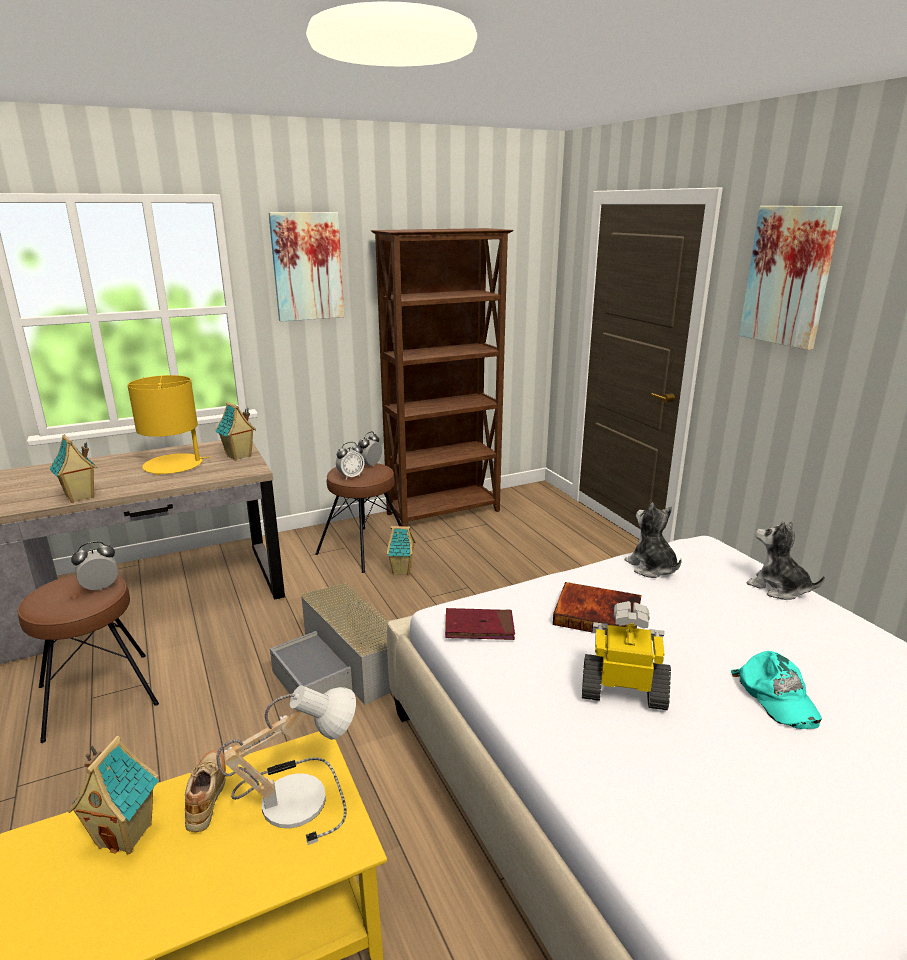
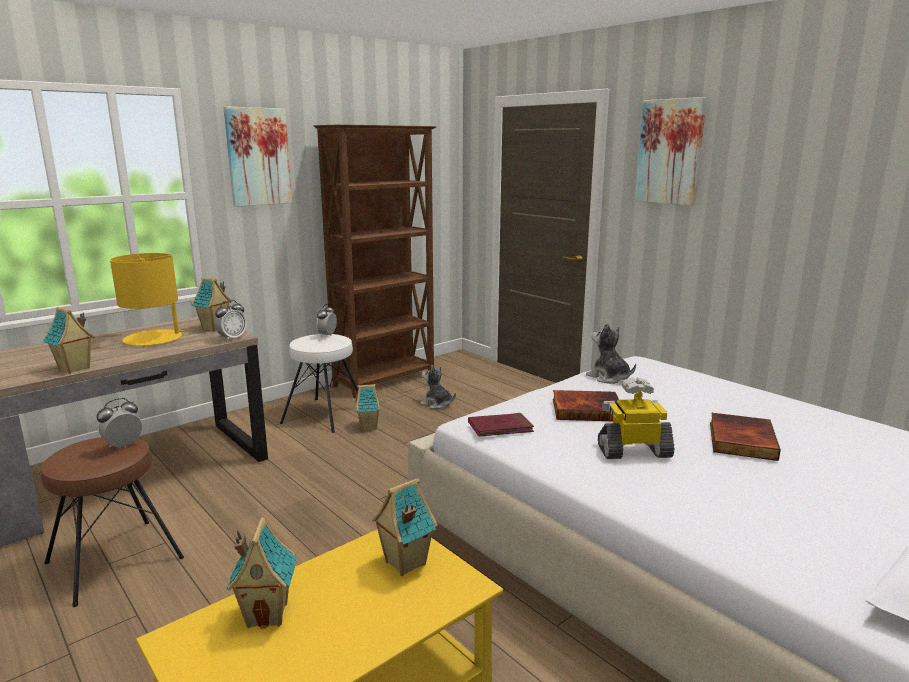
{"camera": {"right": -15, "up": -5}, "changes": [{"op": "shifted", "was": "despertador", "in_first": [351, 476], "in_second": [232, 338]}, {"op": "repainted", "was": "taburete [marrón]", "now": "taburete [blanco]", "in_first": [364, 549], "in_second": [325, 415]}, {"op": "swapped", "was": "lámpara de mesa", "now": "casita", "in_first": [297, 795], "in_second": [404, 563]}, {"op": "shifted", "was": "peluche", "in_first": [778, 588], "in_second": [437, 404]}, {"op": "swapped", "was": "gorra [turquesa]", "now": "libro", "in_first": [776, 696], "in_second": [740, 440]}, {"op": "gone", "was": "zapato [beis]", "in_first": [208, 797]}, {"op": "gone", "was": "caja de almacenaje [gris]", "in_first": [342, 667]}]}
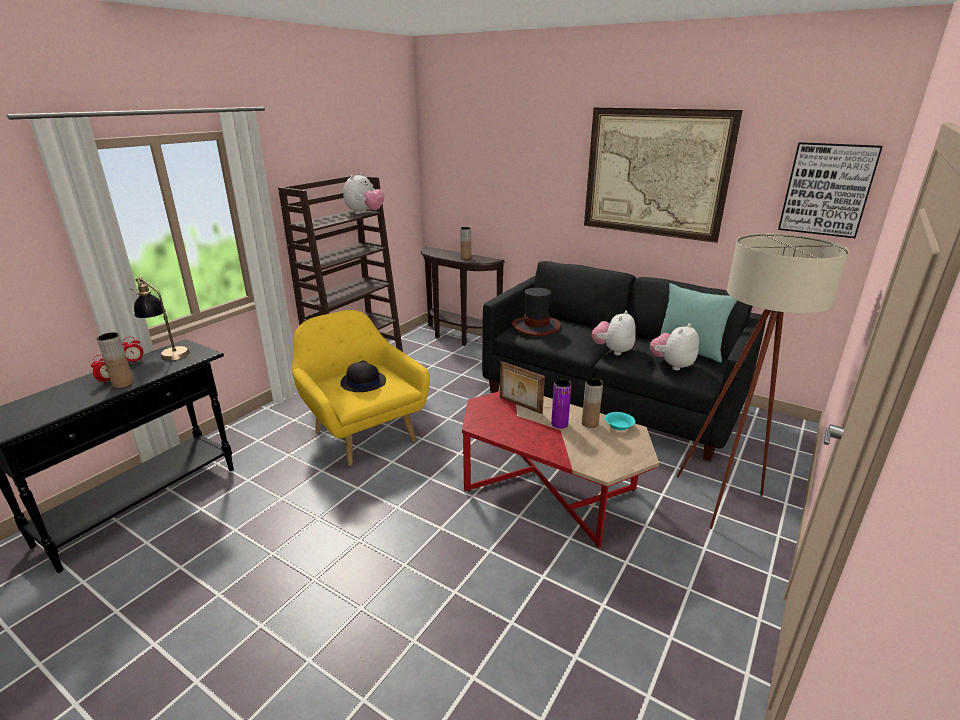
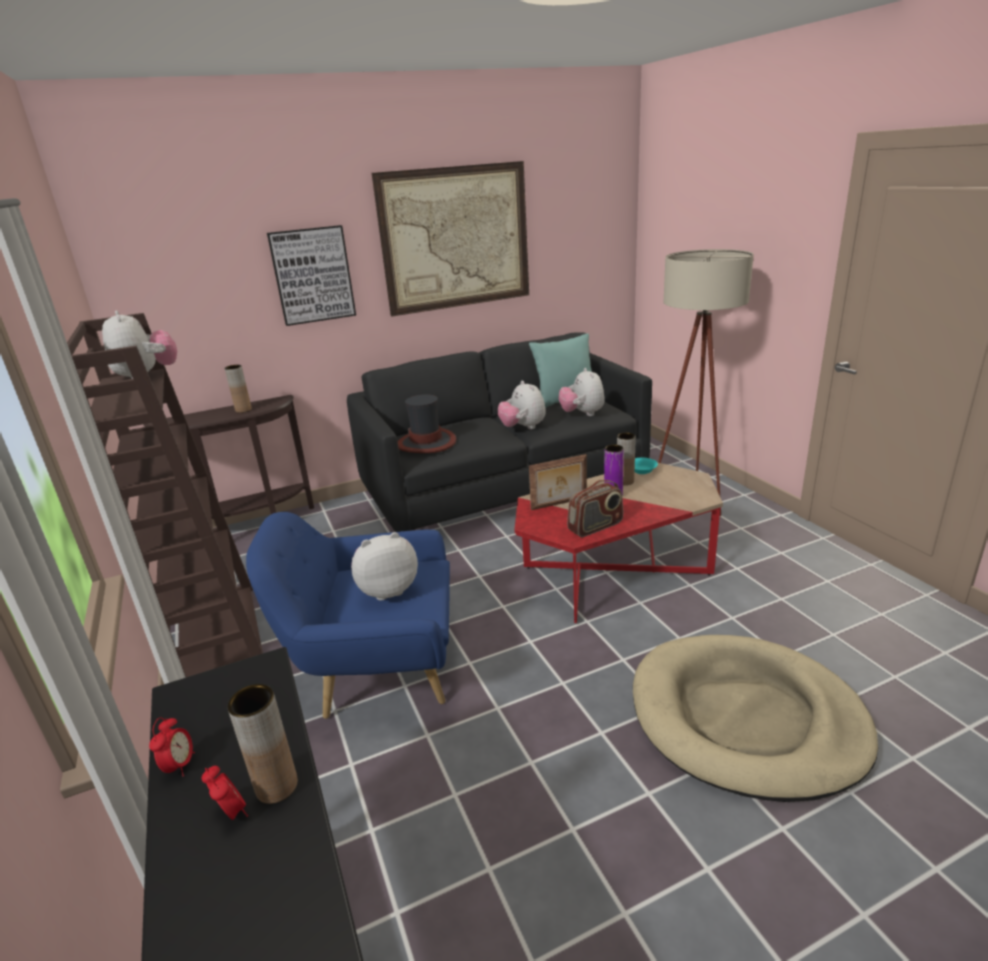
{"camera": {"right": -55, "up": 0}, "changes": [{"op": "repainted", "was": "sillón [amarillo]", "now": "sillón [azul]", "in_first": [363, 432], "in_second": [378, 670]}, {"op": "shifted", "was": "cuadro", "in_first": [827, 189], "in_second": [312, 275]}, {"op": "swapped", "was": "sombrero [negro]", "now": "peluche", "in_first": [363, 382], "in_second": [387, 590]}, {"op": "new", "now": "radio", "in_second": [595, 527]}, {"op": "new", "now": "cama para perro [beis]", "in_second": [746, 719]}, {"op": "gone", "was": "lámpara de mesa", "in_first": [167, 352]}]}
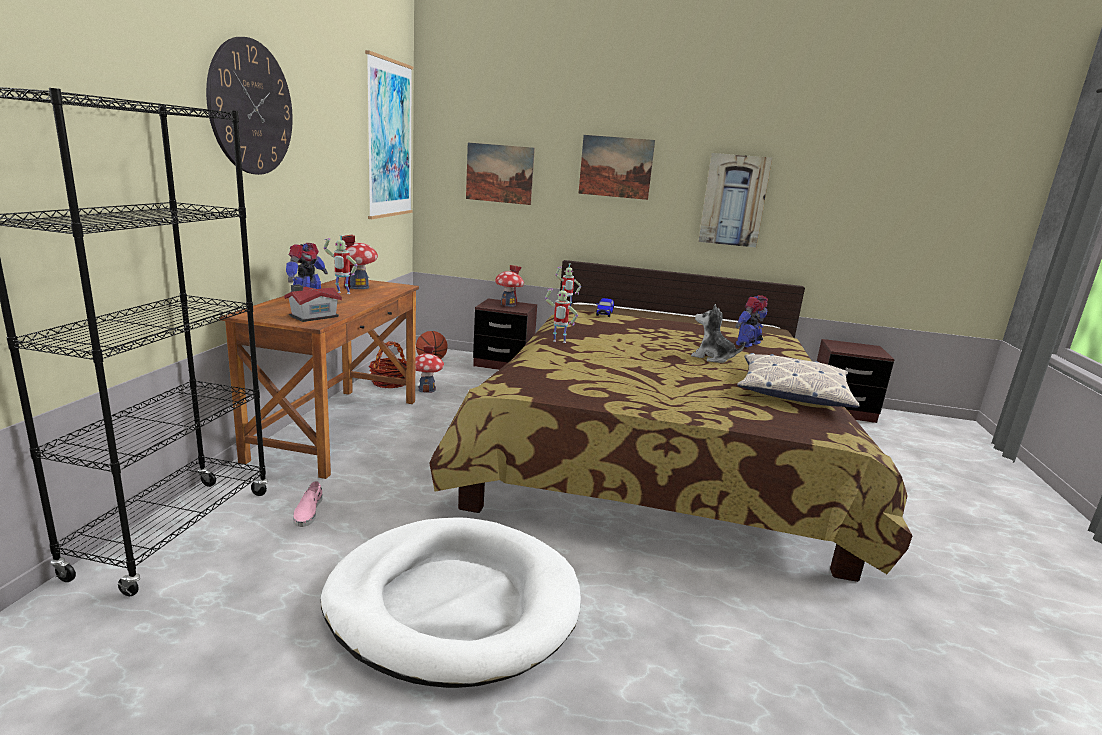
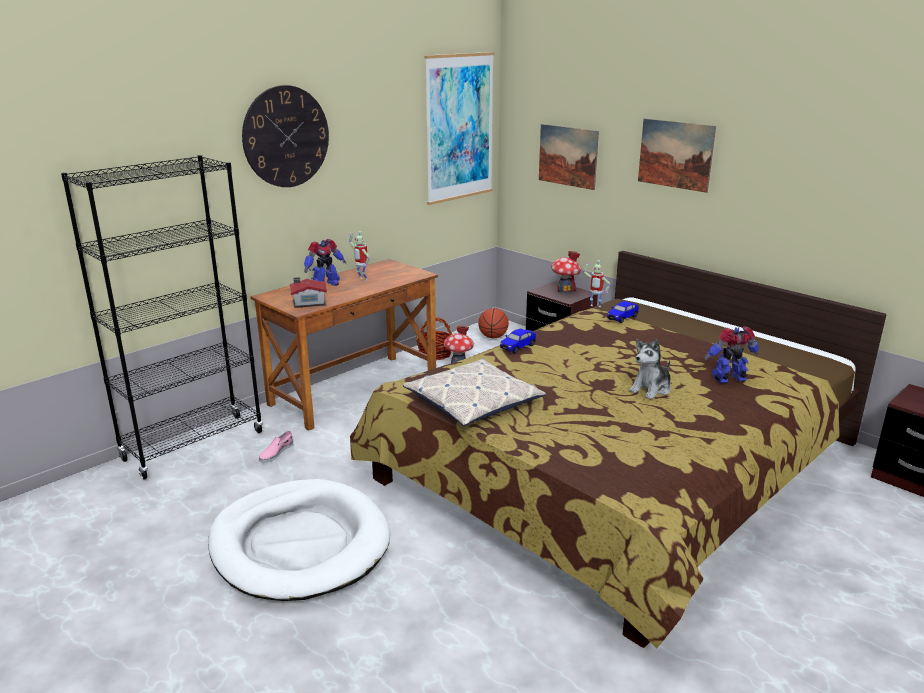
{"camera": {"right": 35, "up": 5}, "changes": [{"op": "shifted", "was": "cojín", "in_first": [792, 392], "in_second": [473, 402]}, {"op": "swapped", "was": "robot de juguete", "now": "coche de juguete", "in_first": [558, 342], "in_second": [517, 347]}, {"op": "rotated", "was": "peluche", "in_first": [712, 357], "in_second": [651, 389], "clockwise": -105}, {"op": "gone", "was": "casita", "in_first": [358, 287]}, {"op": "gone", "was": "cuadro", "in_first": [733, 200]}]}
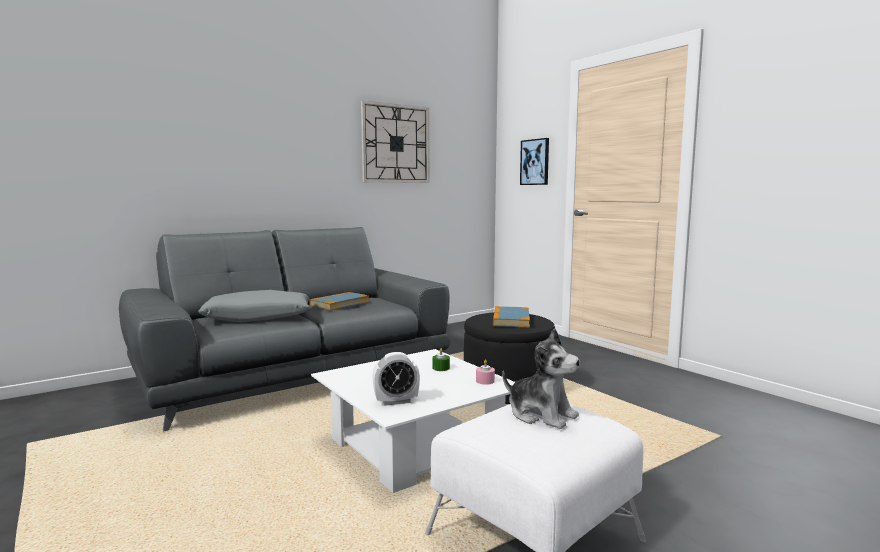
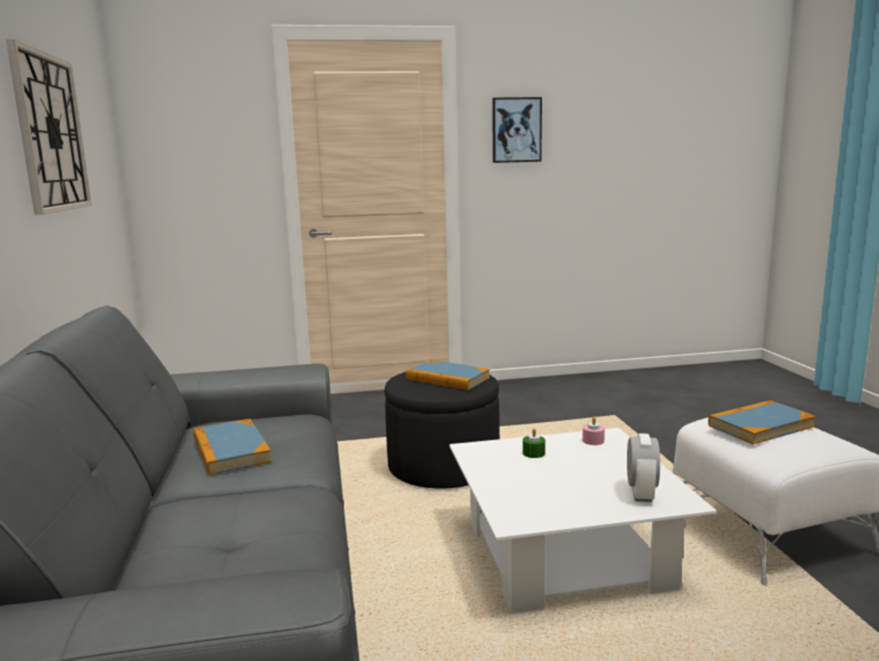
{"camera": {"right": -65, "up": 5}, "changes": [{"op": "shifted", "was": "cuadro", "in_first": [535, 162], "in_second": [516, 130]}, {"op": "swapped", "was": "peluche", "now": "libro", "in_first": [541, 414], "in_second": [760, 426]}, {"op": "gone", "was": "cojín [gris]", "in_first": [258, 317]}]}
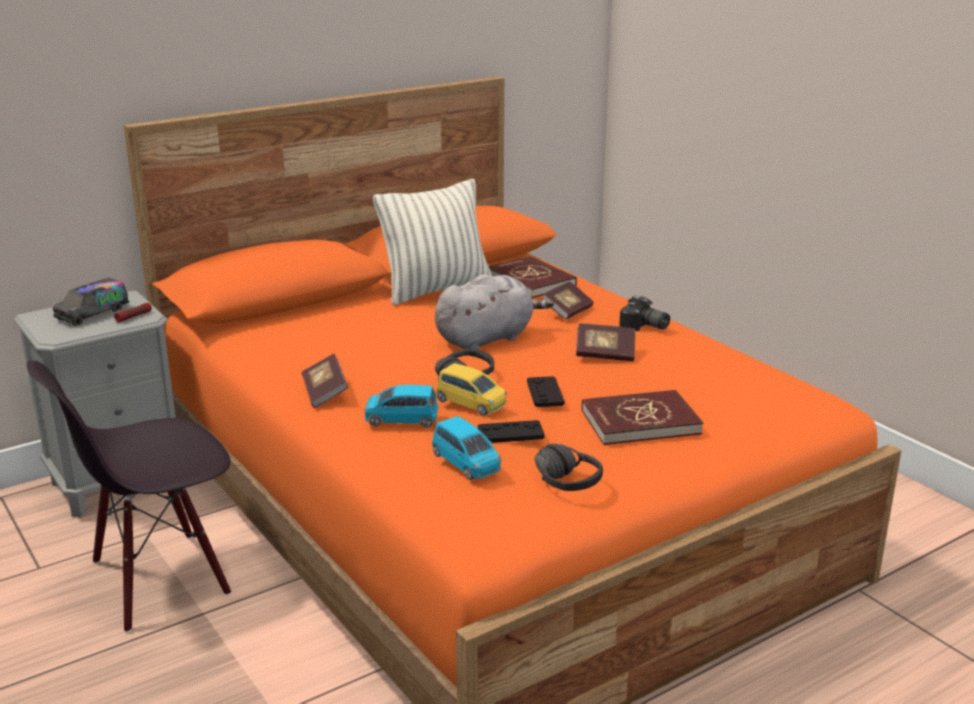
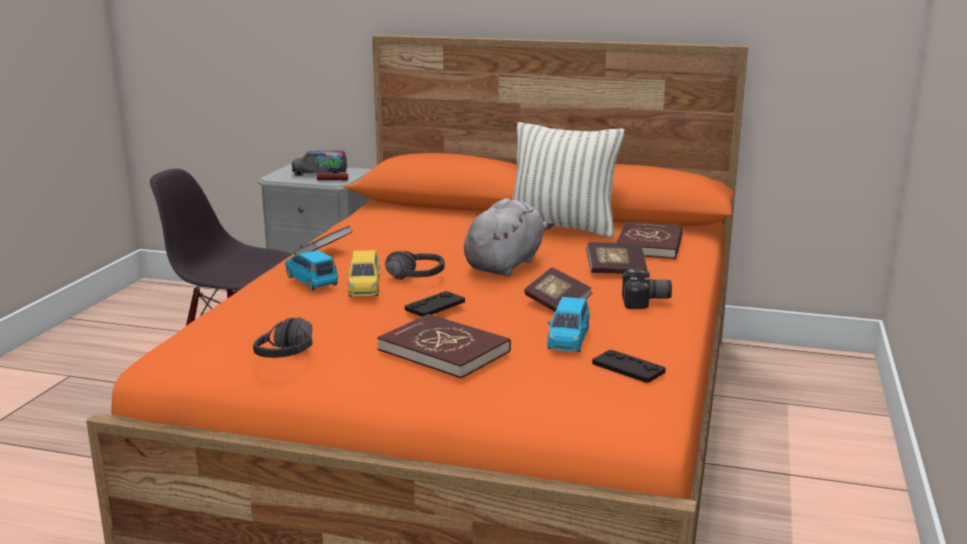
{"camera": {"right": 50, "up": -5}, "changes": [{"op": "rotated", "was": "peluche [gris]", "in_first": [487, 338], "in_second": [505, 264], "clockwise": -75}, {"op": "shifted", "was": "coche de juguete [azul]", "in_first": [466, 463], "in_second": [568, 339]}, {"op": "shifted", "was": "mando de consola [negro]", "in_first": [510, 433], "in_second": [628, 368]}, {"op": "rotated", "was": "cámara", "in_first": [644, 327], "in_second": [646, 302], "clockwise": -90}]}
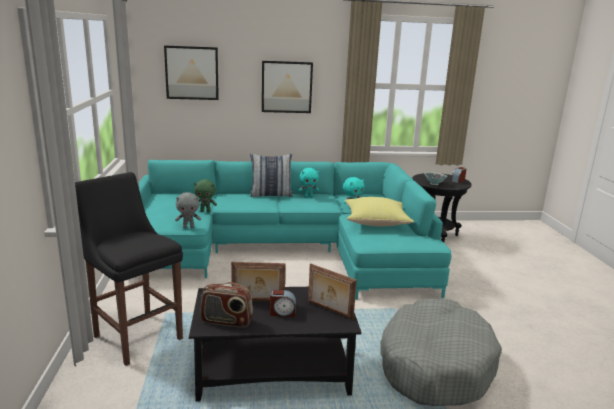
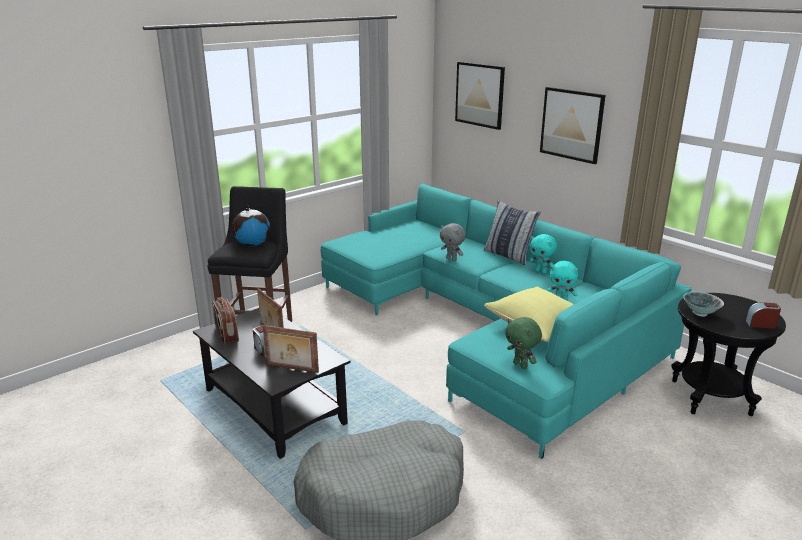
{"camera": {"right": 55, "up": 5}, "changes": [{"op": "new", "now": "globo terráqueo", "in_second": [252, 244]}, {"op": "rotated", "was": "portarretratos", "in_first": [329, 310], "in_second": [292, 369], "clockwise": -75}, {"op": "shifted", "was": "peluche [gris]", "in_first": [188, 227], "in_second": [452, 259]}, {"op": "shifted", "was": "peluche [verde]", "in_first": [205, 211], "in_second": [521, 365]}]}
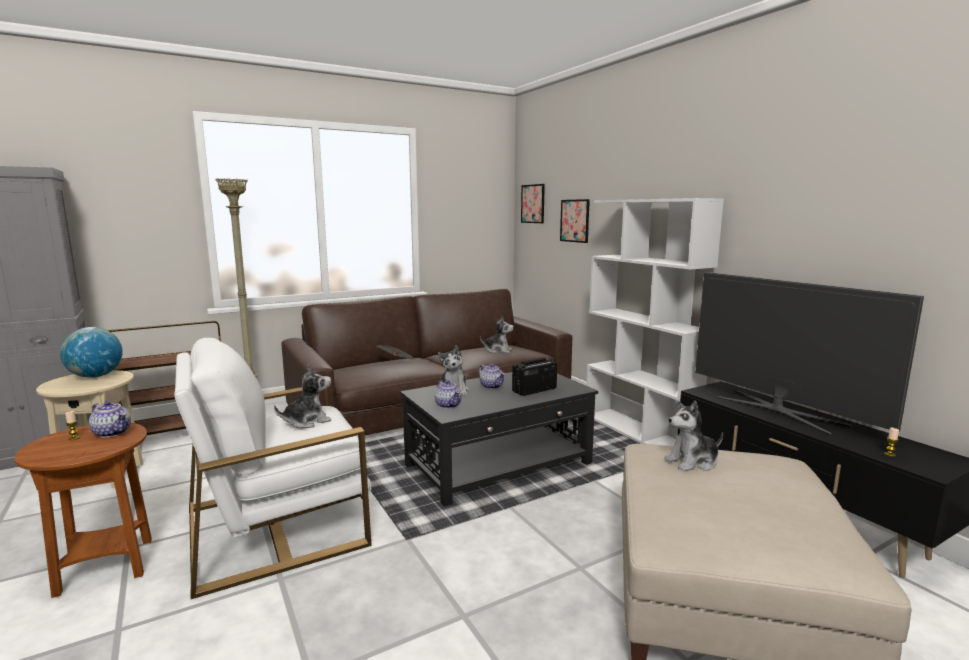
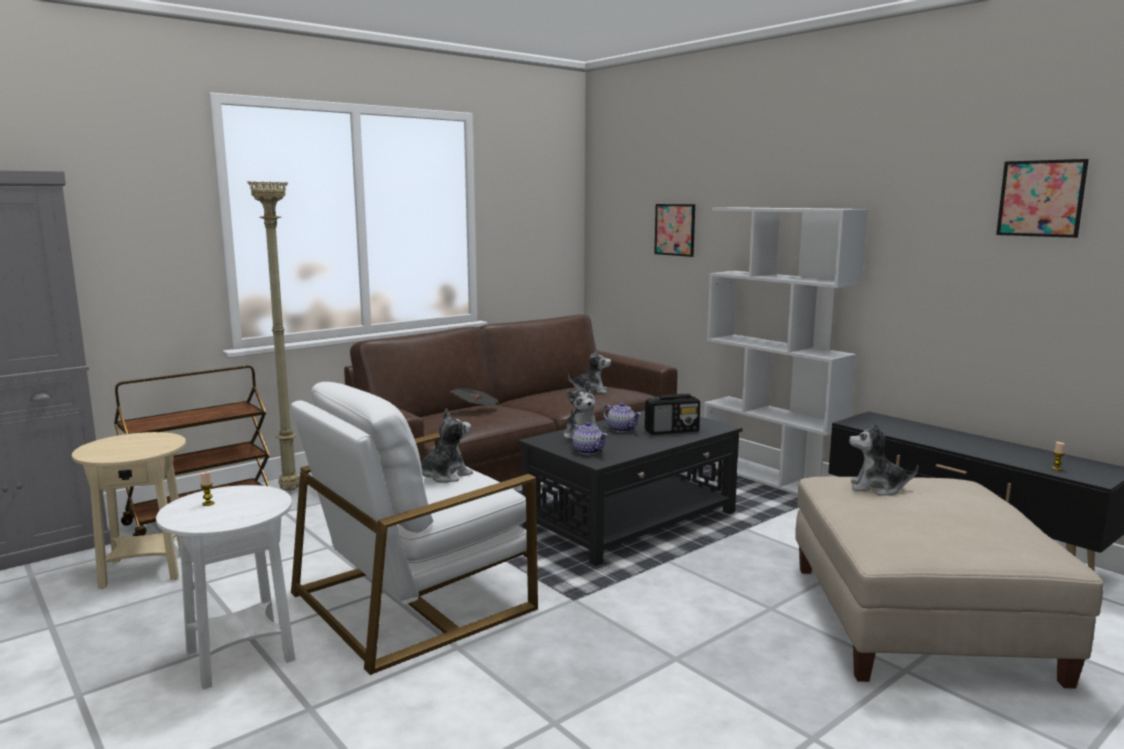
{"camera": {"right": -10, "up": 0}, "changes": [{"op": "repainted", "was": "mesa auxiliar [marrón]", "now": "mesa auxiliar [blanco]", "in_first": [105, 567], "in_second": [240, 657]}, {"op": "rotated", "was": "radio", "in_first": [534, 390], "in_second": [672, 431], "clockwise": -150}, {"op": "rotated", "was": "peluche", "in_first": [692, 462], "in_second": [877, 488], "clockwise": 45}, {"op": "shifted", "was": "cuadro", "in_first": [533, 203], "in_second": [1041, 198]}, {"op": "gone", "was": "globo terráqueo", "in_first": [95, 376]}, {"op": "gone", "was": "tetera", "in_first": [113, 432]}, {"op": "gone", "was": "televisor", "in_first": [779, 410]}]}
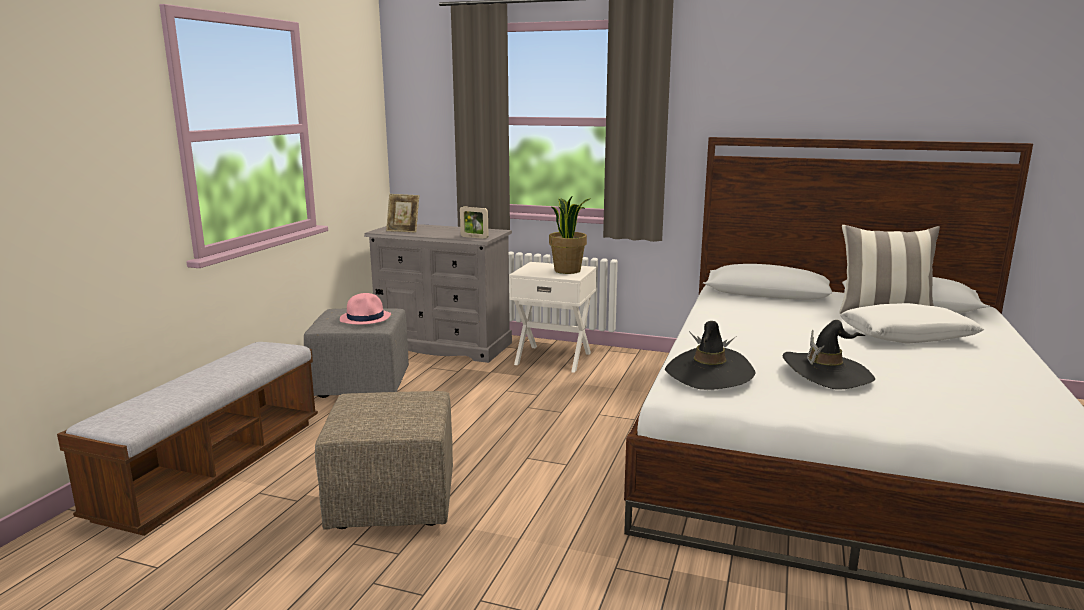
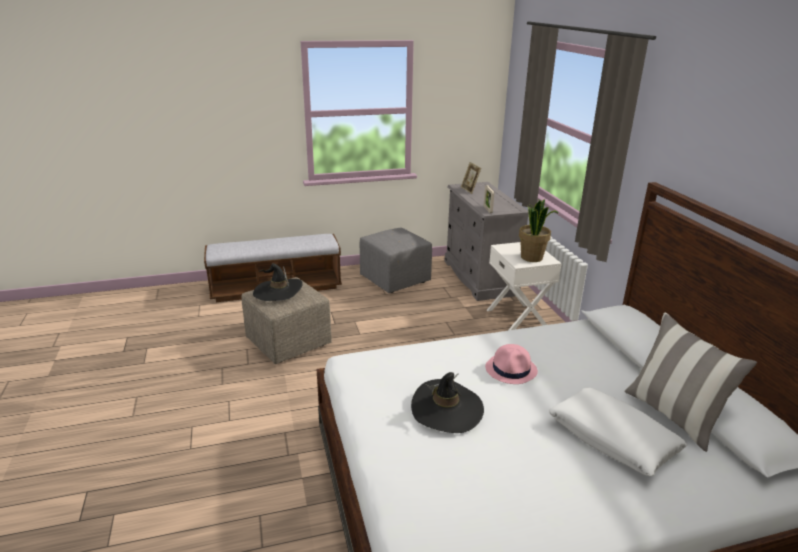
{"camera": {"right": 55, "up": 10}, "changes": [{"op": "shifted", "was": "sombrero [negro]", "in_first": [709, 373], "in_second": [278, 292]}, {"op": "shifted", "was": "sombrero [rosa]", "in_first": [366, 318], "in_second": [511, 370]}]}
